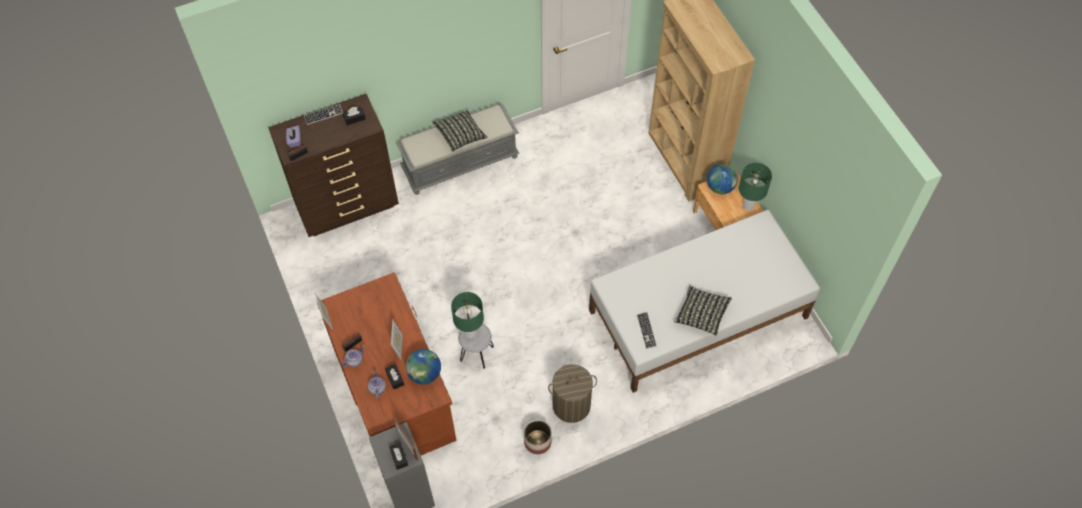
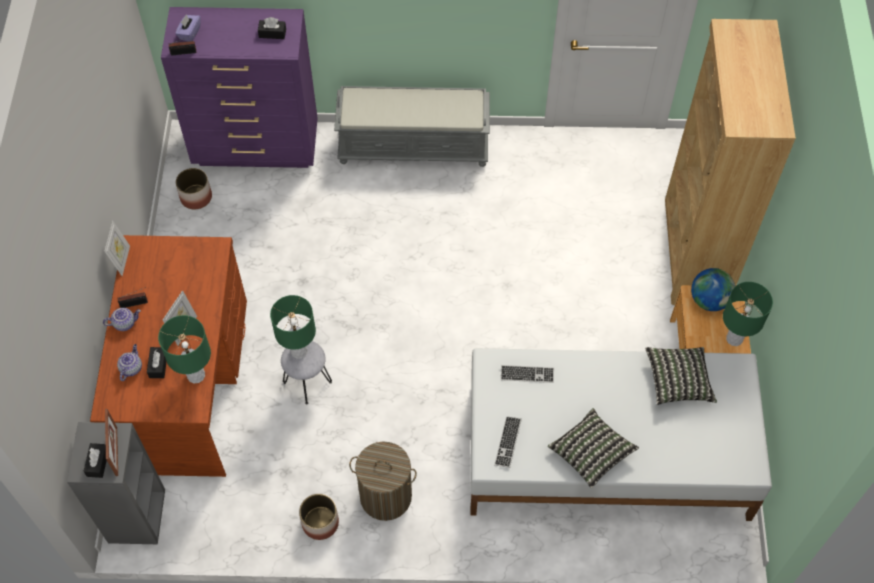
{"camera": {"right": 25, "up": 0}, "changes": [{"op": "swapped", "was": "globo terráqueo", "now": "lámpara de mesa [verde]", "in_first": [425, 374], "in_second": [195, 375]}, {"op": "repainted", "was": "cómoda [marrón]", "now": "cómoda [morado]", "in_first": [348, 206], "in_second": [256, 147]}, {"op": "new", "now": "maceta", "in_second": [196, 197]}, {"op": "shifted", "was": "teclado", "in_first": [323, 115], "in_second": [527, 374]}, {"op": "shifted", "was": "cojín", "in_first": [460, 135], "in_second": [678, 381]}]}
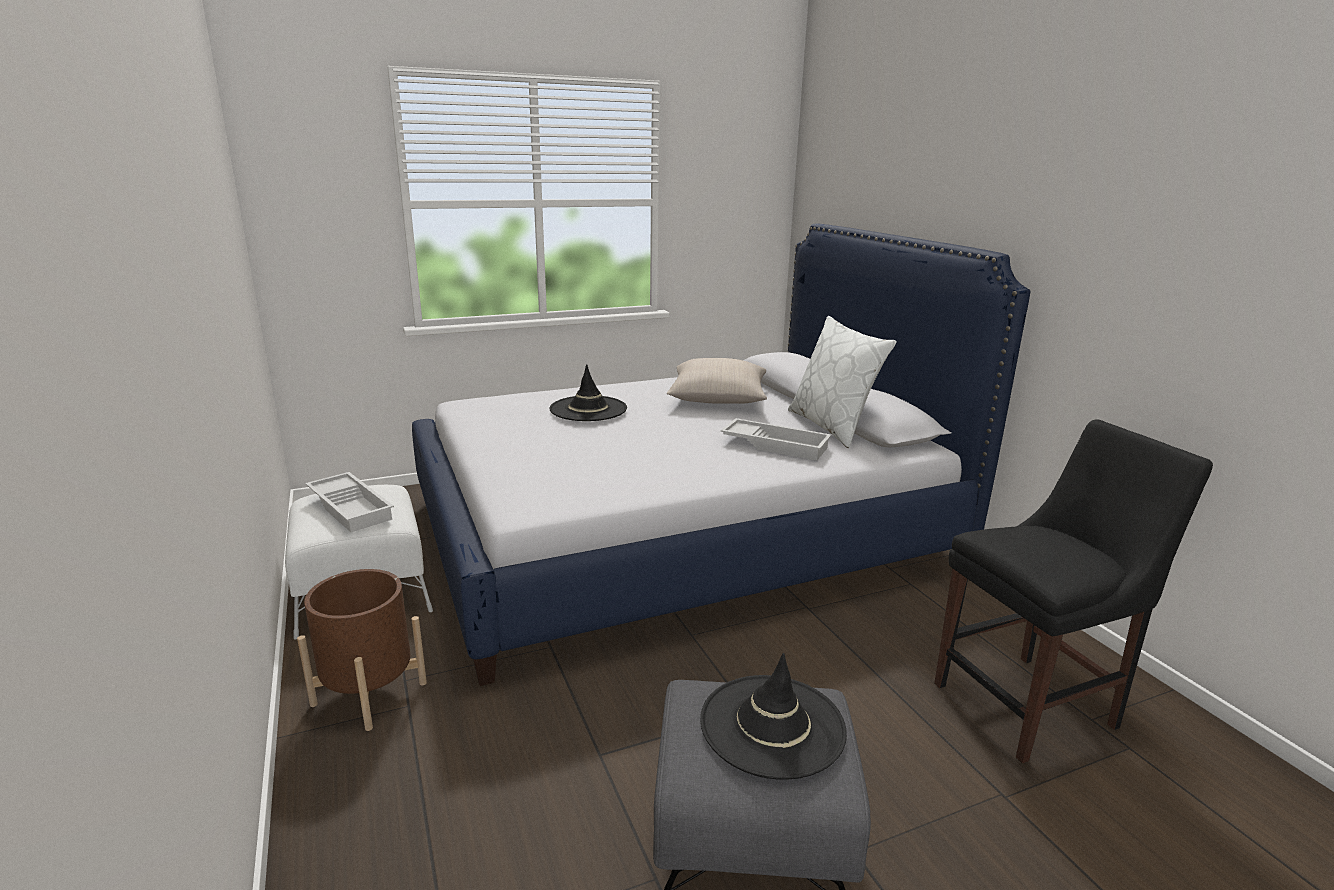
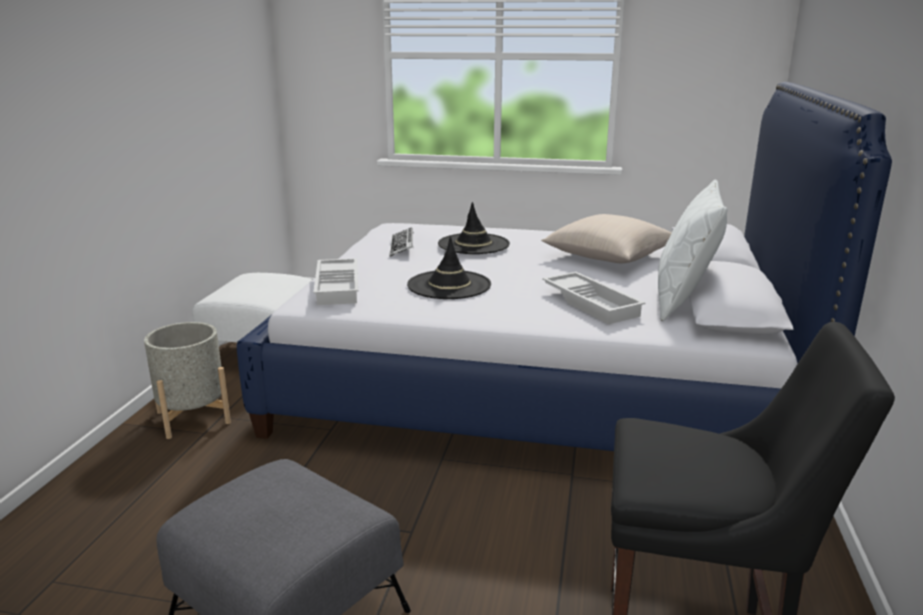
{"camera": {"right": 35, "up": 0}, "changes": [{"op": "repainted", "was": "maceta [marrón]", "now": "maceta [gris]", "in_first": [369, 693], "in_second": [193, 417]}, {"op": "shifted", "was": "bandeja [blanco]", "in_first": [352, 507], "in_second": [339, 287]}, {"op": "new", "now": "teclado", "in_second": [402, 246]}, {"op": "shifted", "was": "sombrero [negro]", "in_first": [772, 725], "in_second": [449, 285]}]}
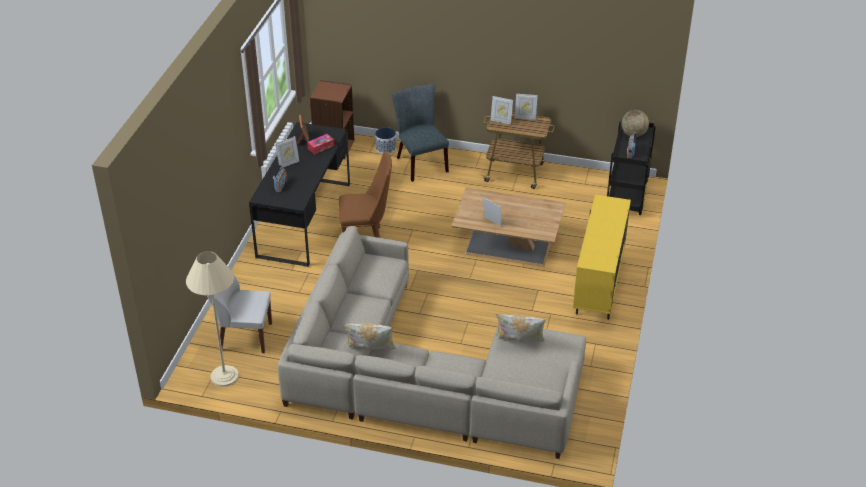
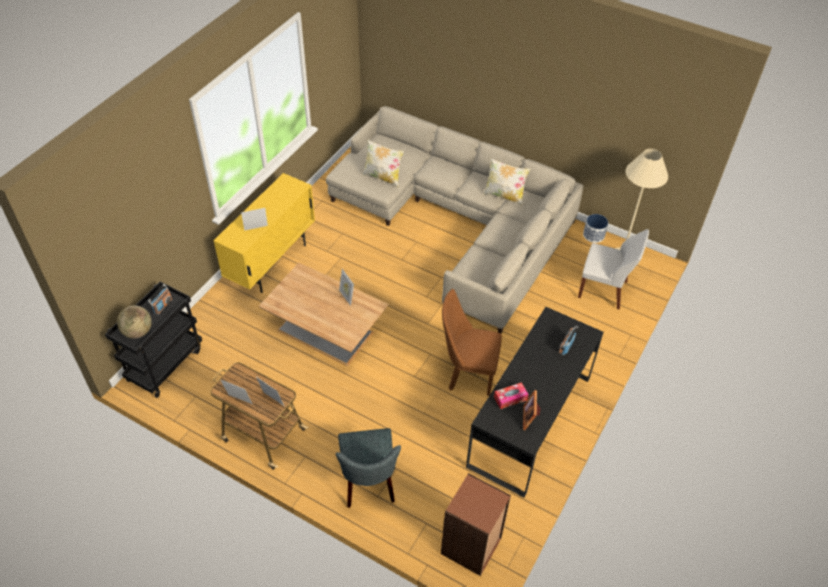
{"camera": {"right": -165, "up": 10}, "changes": [{"op": "shifted", "was": "portarretratos", "in_first": [288, 163], "in_second": [256, 229]}, {"op": "shifted", "was": "maceta", "in_first": [385, 148], "in_second": [594, 235]}]}
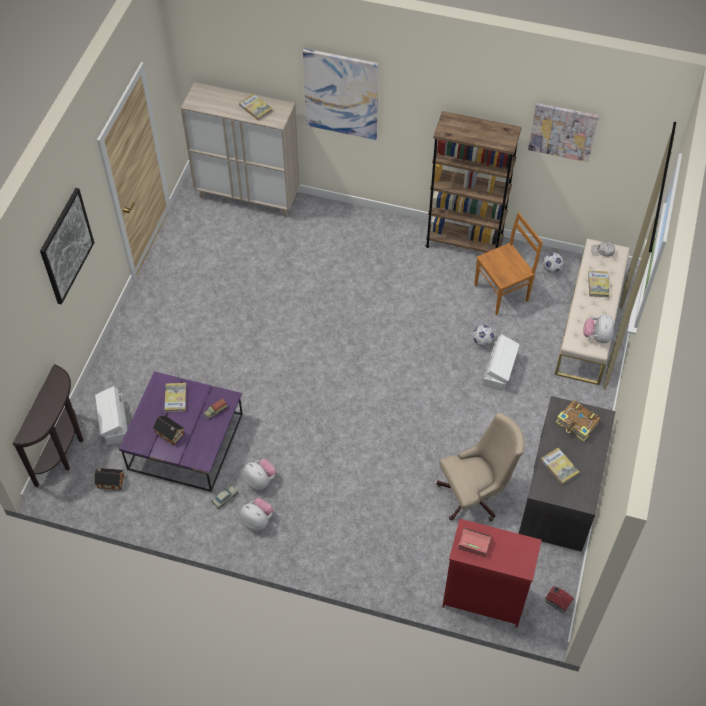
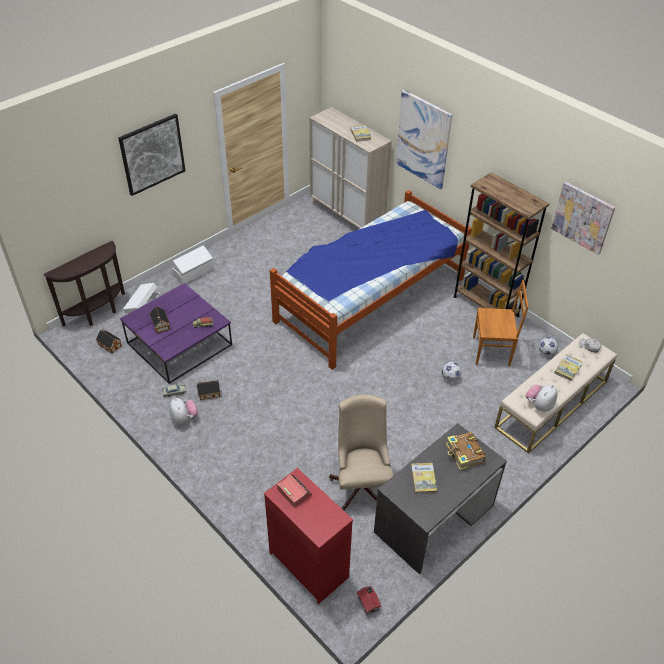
{"camera": {"right": 30, "up": -10}, "changes": [{"op": "shifted", "was": "caja de almacenaje [blanco]", "in_first": [499, 370], "in_second": [194, 272]}, {"op": "swapped", "was": "peluche", "now": "casita", "in_first": [260, 480], "in_second": [208, 393]}, {"op": "new", "now": "cama", "in_second": [369, 299]}, {"op": "rotated", "was": "silla de oficina [beis]", "in_first": [475, 494], "in_second": [361, 483], "clockwise": -105}, {"op": "gone", "was": "libro", "in_first": [175, 398]}]}
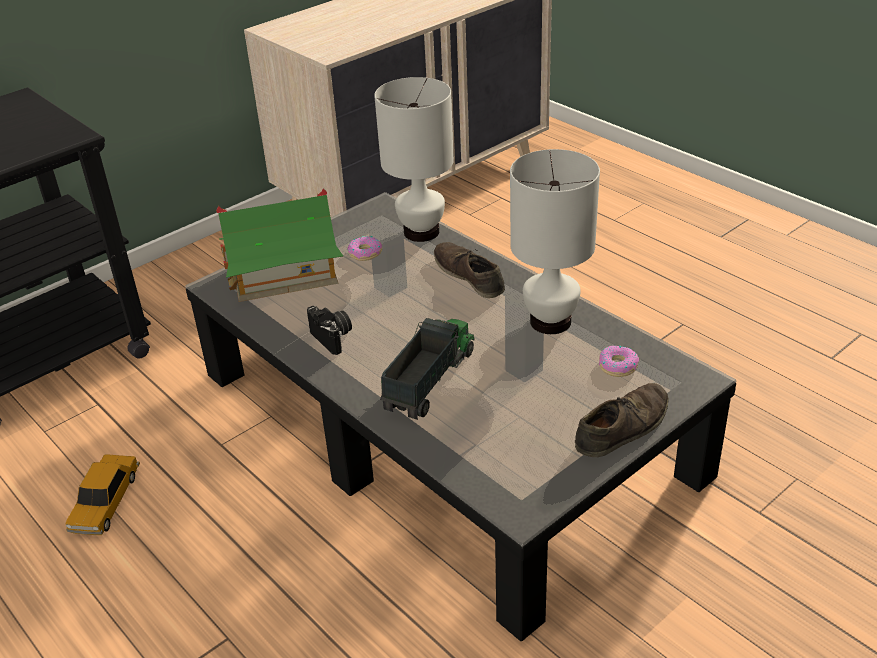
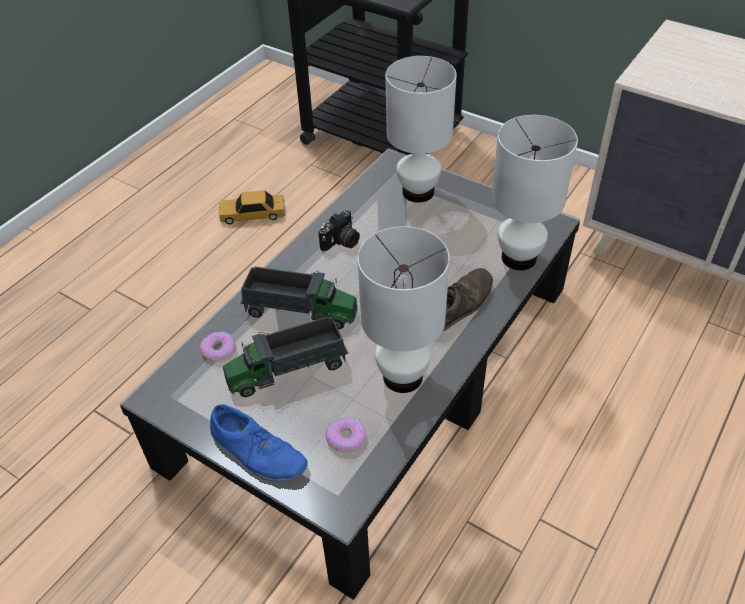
{"camera": {"right": 75, "up": 10}, "changes": [{"op": "shifted", "was": "rosquilla", "in_first": [365, 253], "in_second": [219, 350]}, {"op": "repainted", "was": "zapato [marrón]", "now": "zapato [azul]", "in_first": [622, 427], "in_second": [258, 451]}, {"op": "new", "now": "camión de juguete", "in_second": [287, 370]}, {"op": "swapped", "was": "casita", "now": "lámpara de mesa [blanco]", "in_first": [283, 275], "in_second": [418, 192]}]}
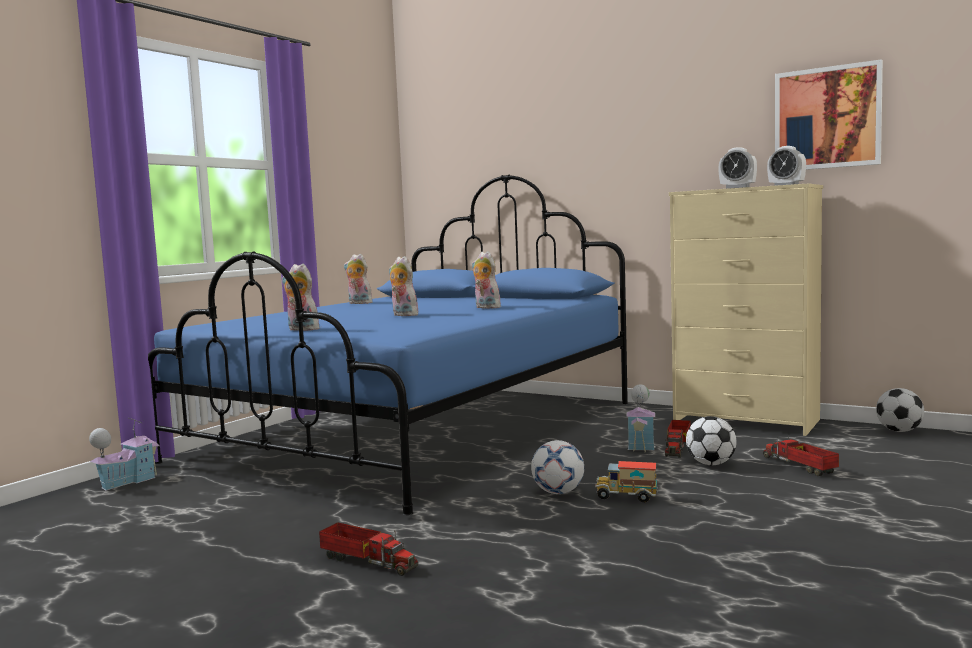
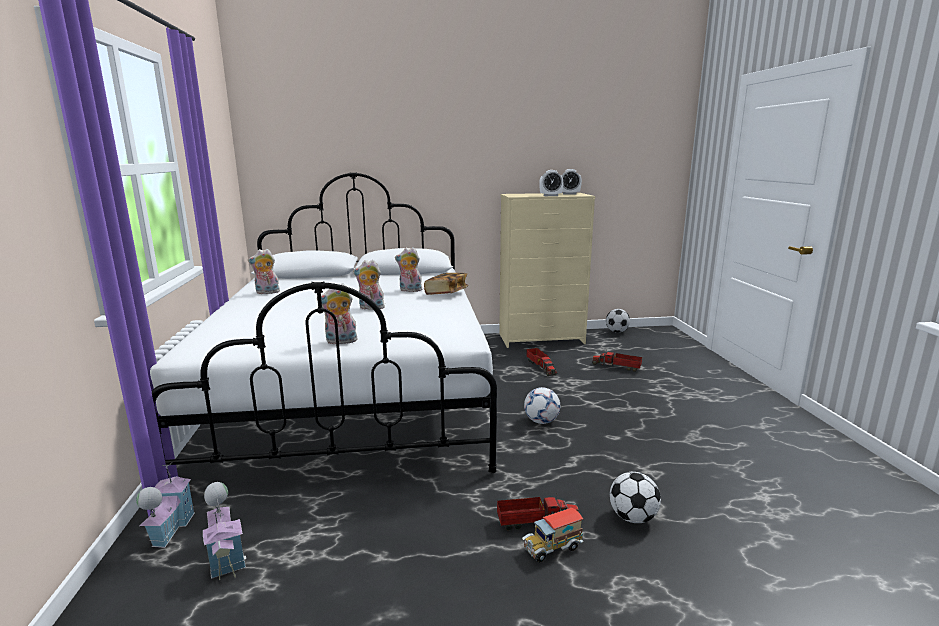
{"camera": {"right": -40, "up": 10}, "changes": [{"op": "repainted", "was": "cama [azul]", "now": "cama [blanco]", "in_first": [416, 431], "in_second": [355, 393]}, {"op": "shifted", "was": "casita", "in_first": [641, 444], "in_second": [226, 556]}, {"op": "new", "now": "libro", "in_second": [446, 293]}, {"op": "shifted", "was": "camión de juguete", "in_first": [626, 497], "in_second": [552, 548]}, {"op": "shifted", "was": "balón de fútbol", "in_first": [711, 464], "in_second": [632, 517]}, {"op": "gone", "was": "cuadro", "in_first": [827, 118]}]}
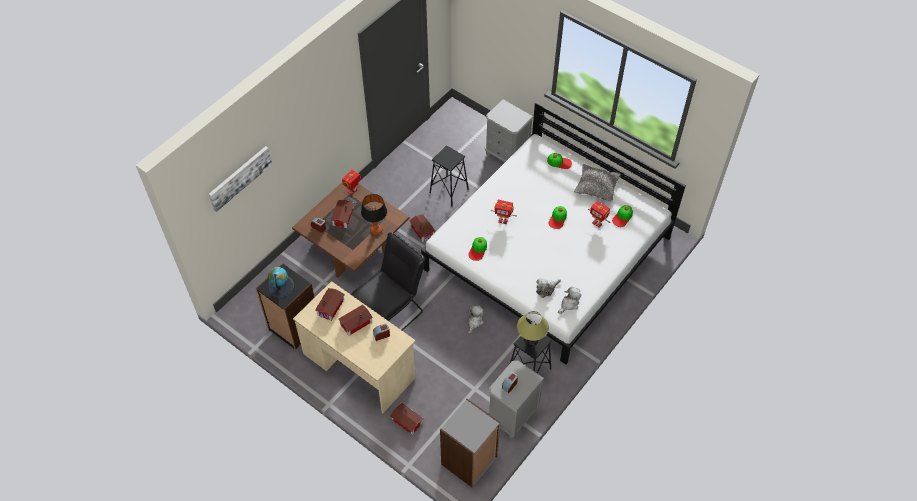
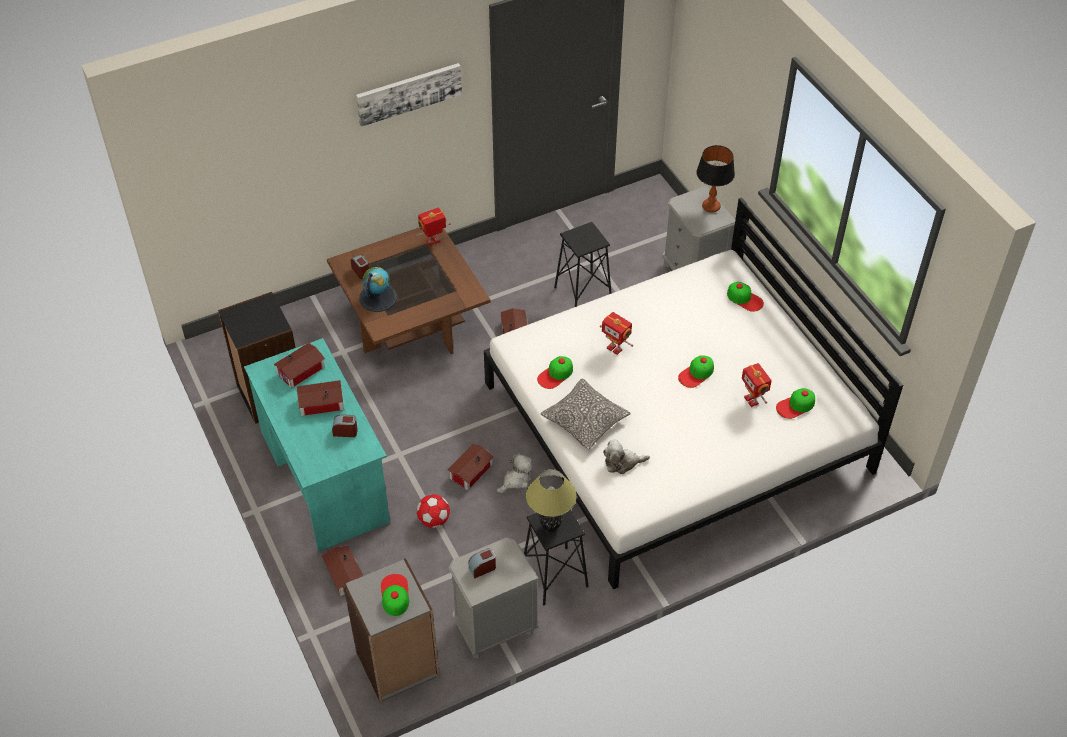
{"camera": {"right": 25, "up": -5}, "changes": [{"op": "repainted", "was": "escritorio [beis]", "now": "escritorio [turquesa]", "in_first": [359, 365], "in_second": [324, 476]}, {"op": "shifted", "was": "cuadro", "in_first": [239, 177], "in_second": [409, 93]}, {"op": "shifted", "was": "globo terráqueo", "in_first": [280, 286], "in_second": [378, 297]}, {"op": "new", "now": "gorra", "in_second": [394, 594]}, {"op": "new", "now": "balón de fútbol", "in_second": [434, 520]}, {"op": "shifted", "was": "casita", "in_first": [342, 217], "in_second": [469, 472]}, {"op": "shifted", "was": "cojín", "in_first": [596, 186], "in_second": [585, 420]}, {"op": "shifted", "was": "lámpara de mesa", "in_first": [376, 230], "in_second": [711, 207]}, {"op": "gone", "was": "silla [negro]", "in_first": [391, 312]}, {"op": "gone", "was": "peluche", "in_first": [569, 304]}]}
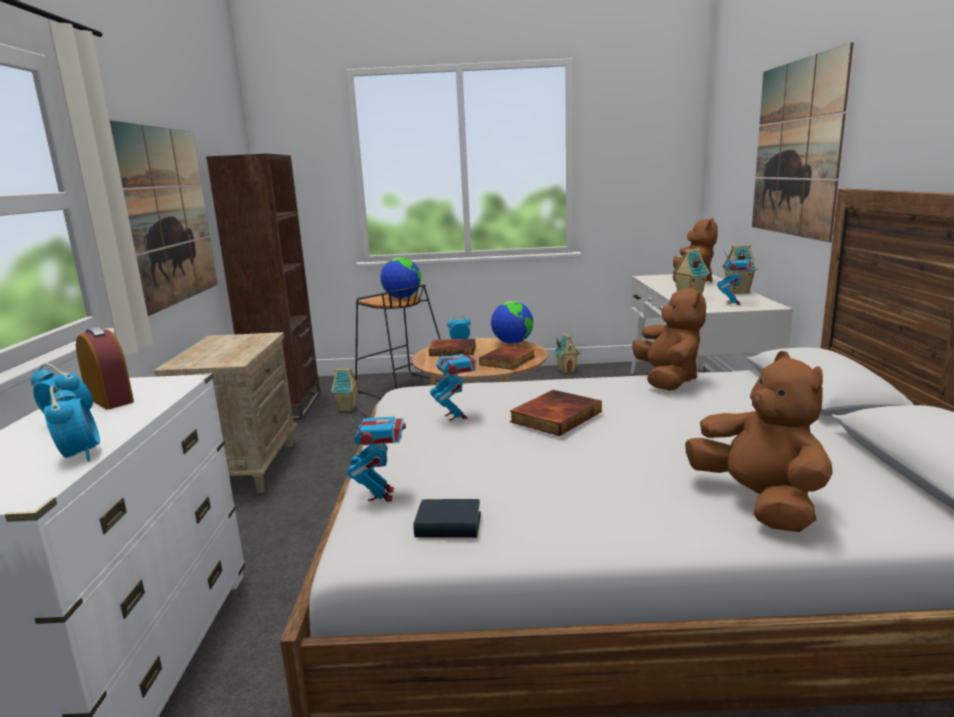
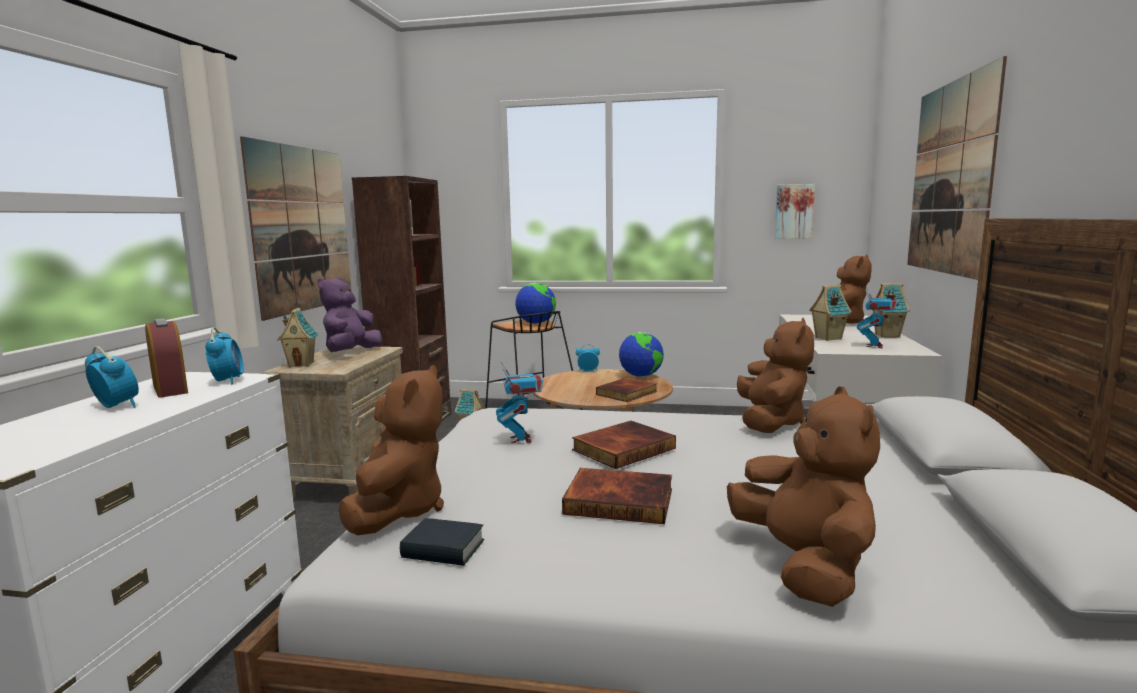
{"camera": {"right": 10, "up": -5}, "changes": [{"op": "shifted", "was": "despertador", "in_first": [80, 454], "in_second": [228, 381]}, {"op": "shifted", "was": "casita", "in_first": [566, 370], "in_second": [301, 364]}, {"op": "new", "now": "peluche [morado]", "in_second": [351, 352]}, {"op": "swapped", "was": "robot de juguete", "now": "peluche [marrón]", "in_first": [381, 495], "in_second": [398, 510]}, {"op": "shifted", "was": "libro", "in_first": [453, 350], "in_second": [620, 500]}, {"op": "new", "now": "cuadro", "in_second": [794, 211]}]}
